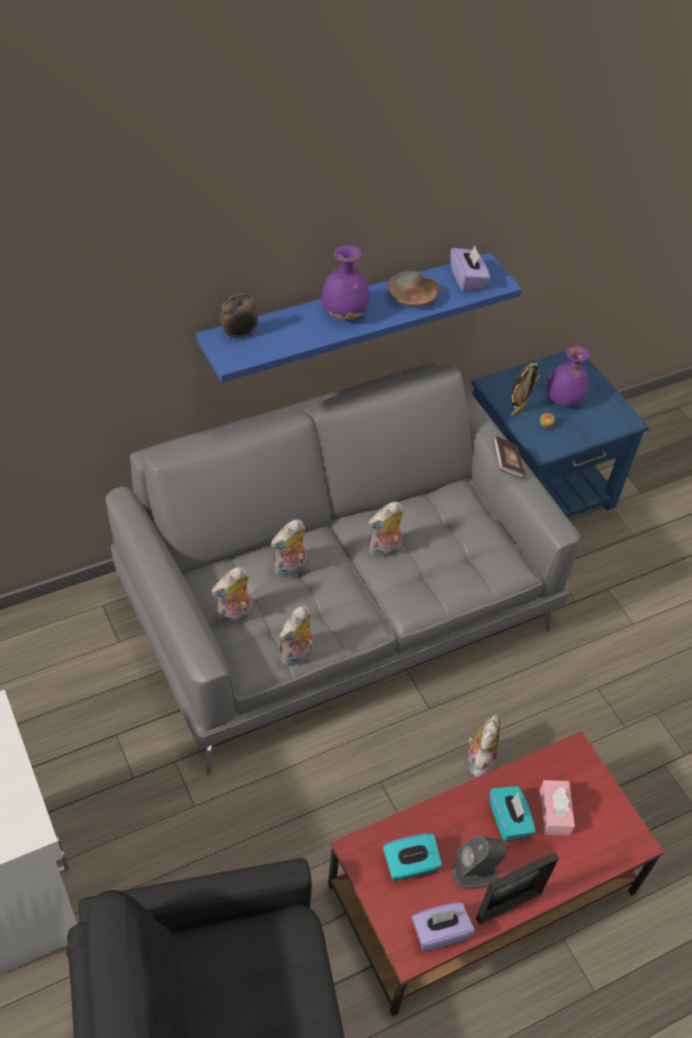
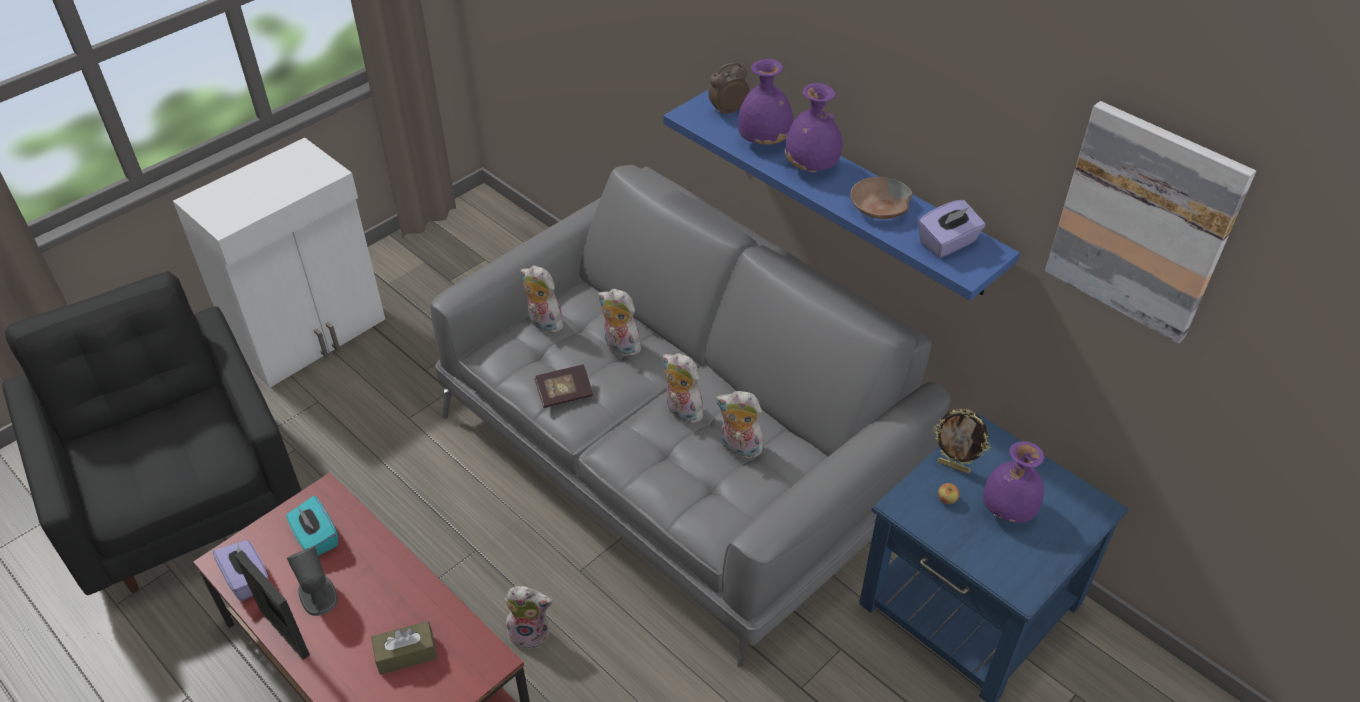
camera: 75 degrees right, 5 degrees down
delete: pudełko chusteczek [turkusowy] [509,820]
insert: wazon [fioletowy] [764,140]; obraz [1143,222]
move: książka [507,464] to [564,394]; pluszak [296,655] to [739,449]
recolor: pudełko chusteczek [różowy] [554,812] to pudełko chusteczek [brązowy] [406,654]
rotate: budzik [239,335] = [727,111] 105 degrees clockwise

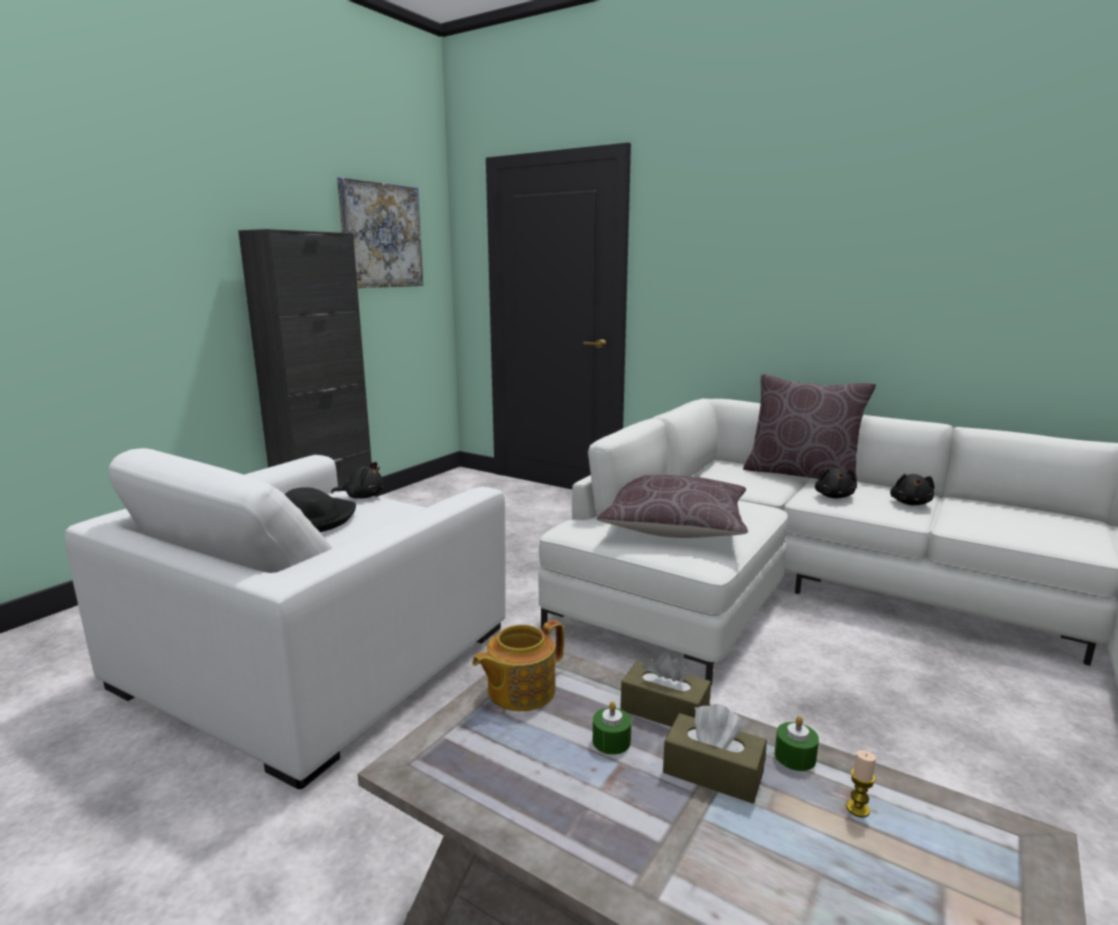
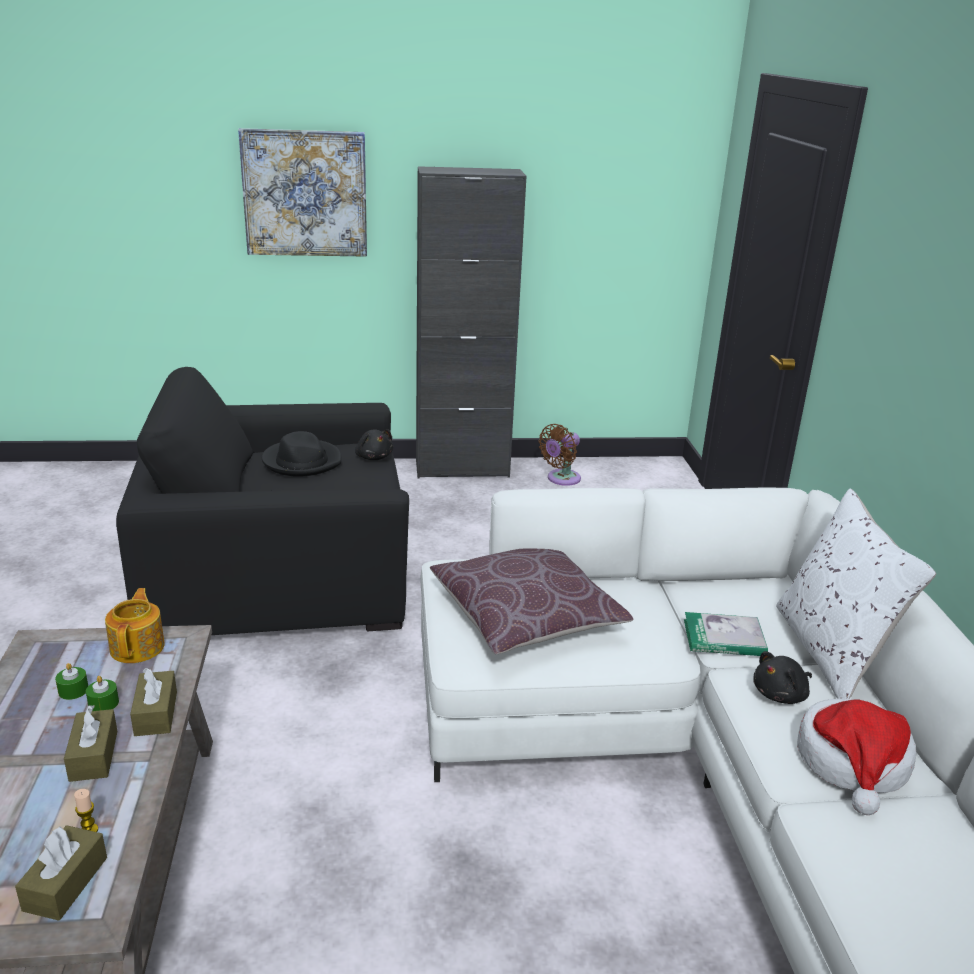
camera: 50 degrees right, 10 degrees up
insert: pudełko chusteczek [brązowy] [65,883]; wentylator [brązowy] [561,479]; książka [724,638]
move: świeca [zielony] [795,756] to [73,690]; obraz [381,236] to [305,193]
replace: pluszak [czarny] [910,503] to kapelusz [853,763]
recolor: fotel [biały] [319,655] to fotel [czarny] [279,573]; poduszka [brązowy] [801,475] to poduszka [biały] [831,652]
rotate: imbryk [519,690] = [138,647] 75 degrees clockwise

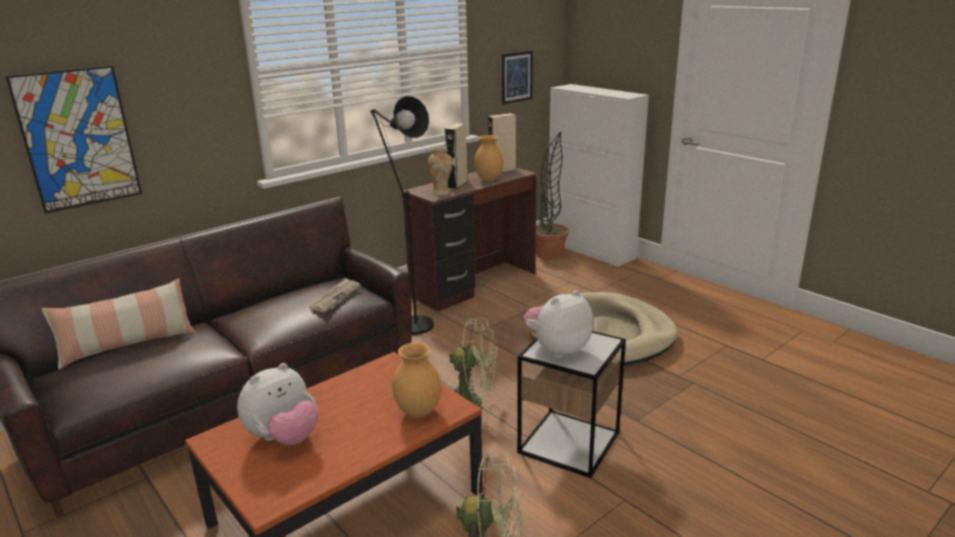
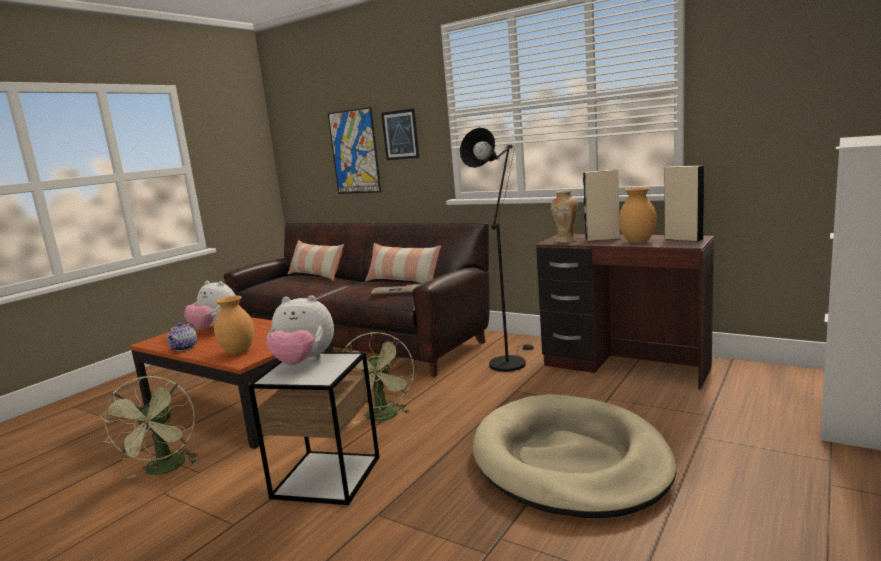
camera: 75 degrees right, 10 degrees down
delete: roślina doniczkowa [549,254]
insert: imbryk [184,347]; poduszka [403,281]
move: obraz [517,77] to [400,135]
rotate: pluszak [557,349] = [304,362] 150 degrees clockwise

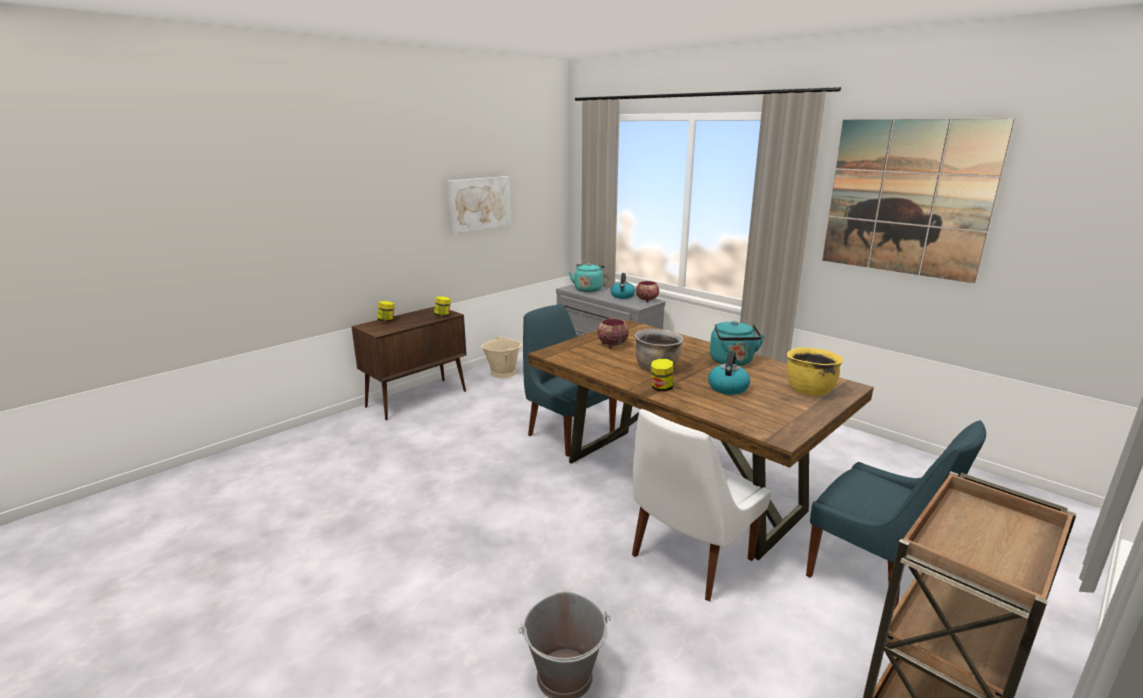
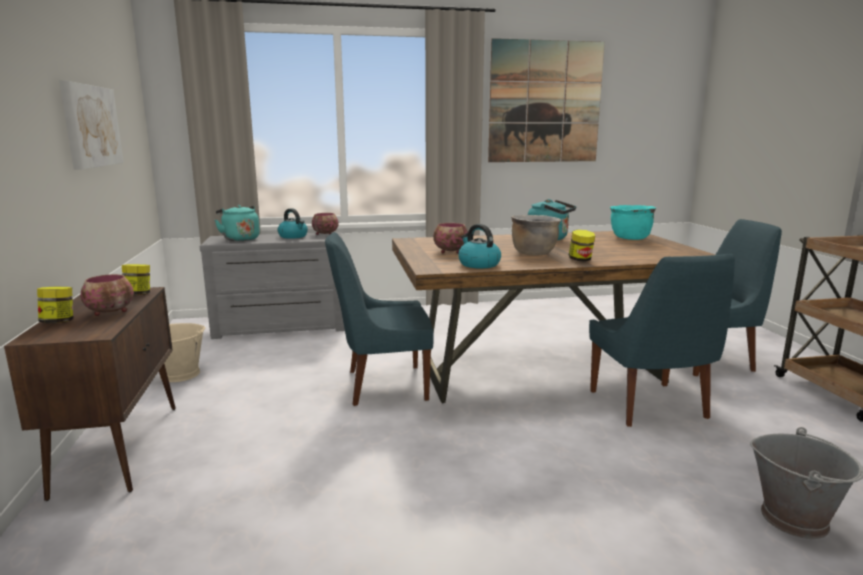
camera: 55 degrees left, 5 degrees down
insert: miska [112,312]
move: czajnik [728,387] to [478,264]
recolor: krzesło [biały] [689,559] to krzesło [niebieski] [650,406]; garnek [żółty] [809,390] to garnek [turkusowy] [629,238]

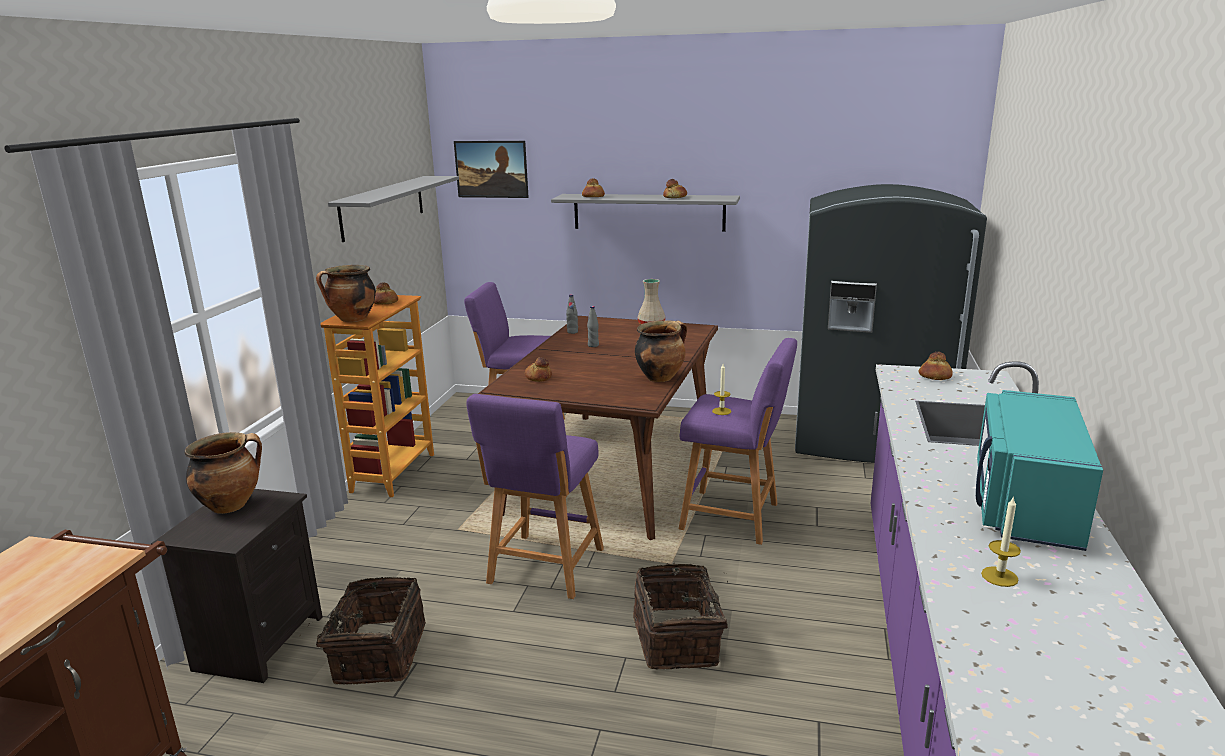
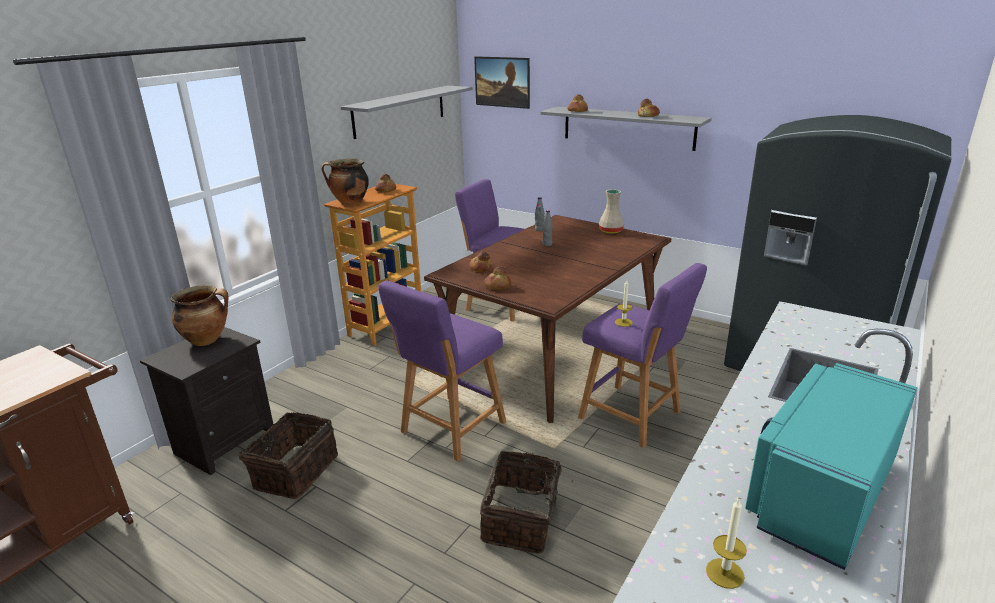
camera: 20 degrees right, 5 degrees up
delete: garnek [660,377]
move: chleb [935,376] to [497,286]

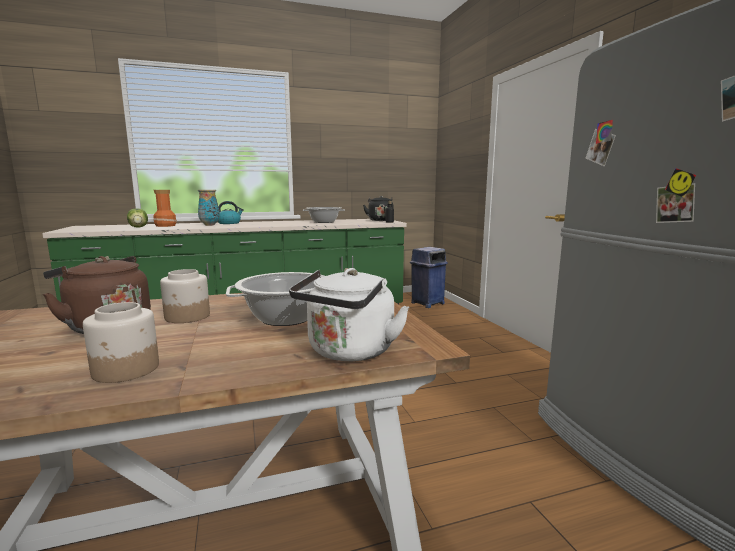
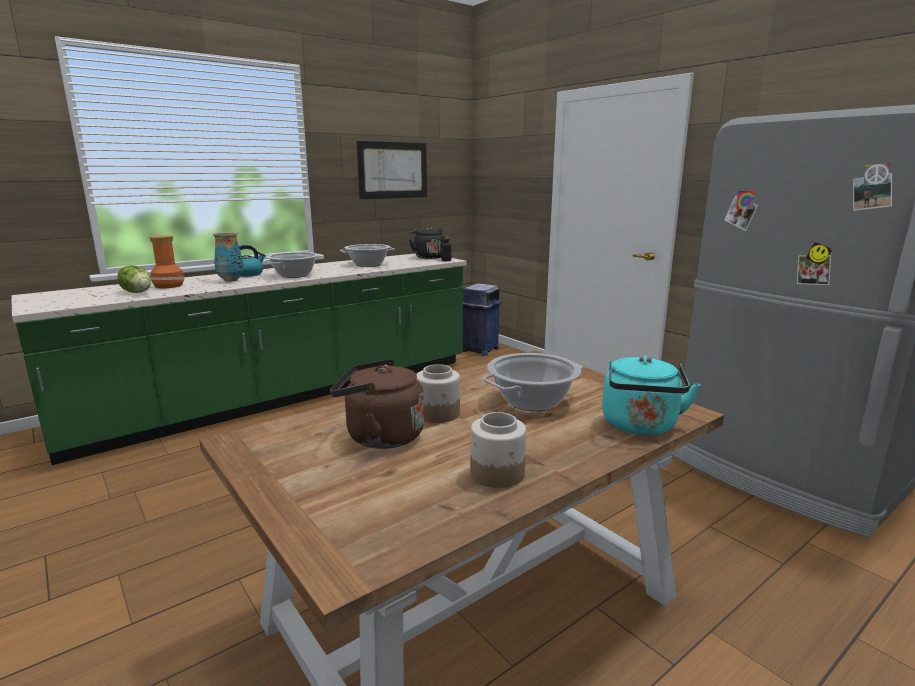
camera: 20 degrees left, 5 degrees up
insert: garnek [294,275]; obraz [393,170]
recolor: czajnik [biały] [348,352] to czajnik [turkusowy] [640,427]

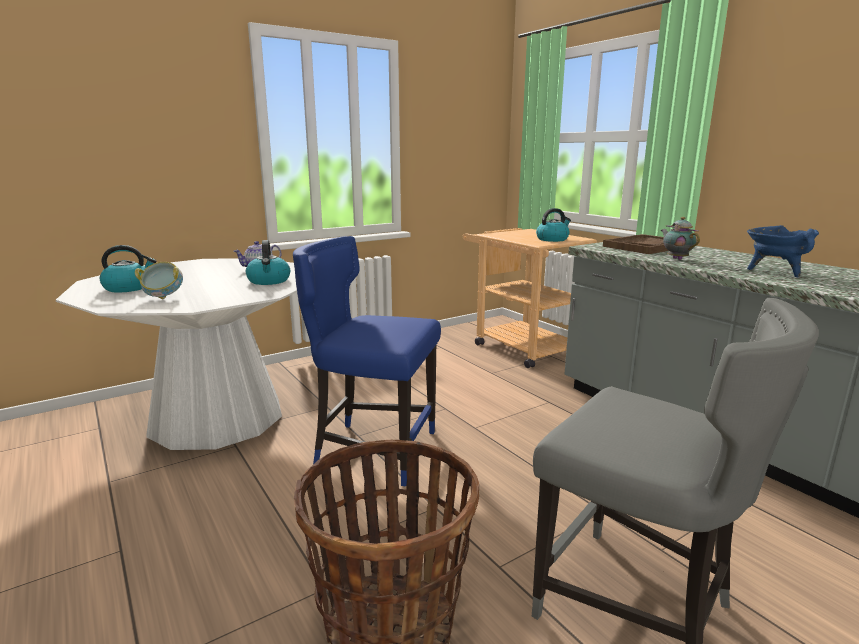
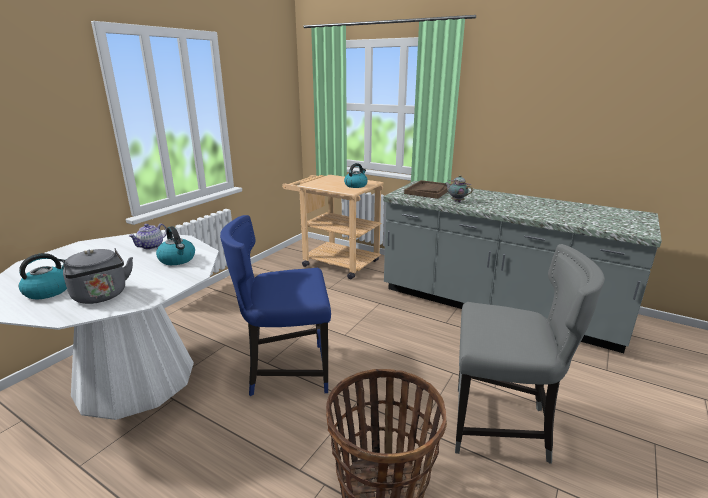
camera: 25 degrees left, 5 degrees up
delete: garnek [niebieski] [775,271]
replace: miska [163,297] to czajnik [szary] [101,296]

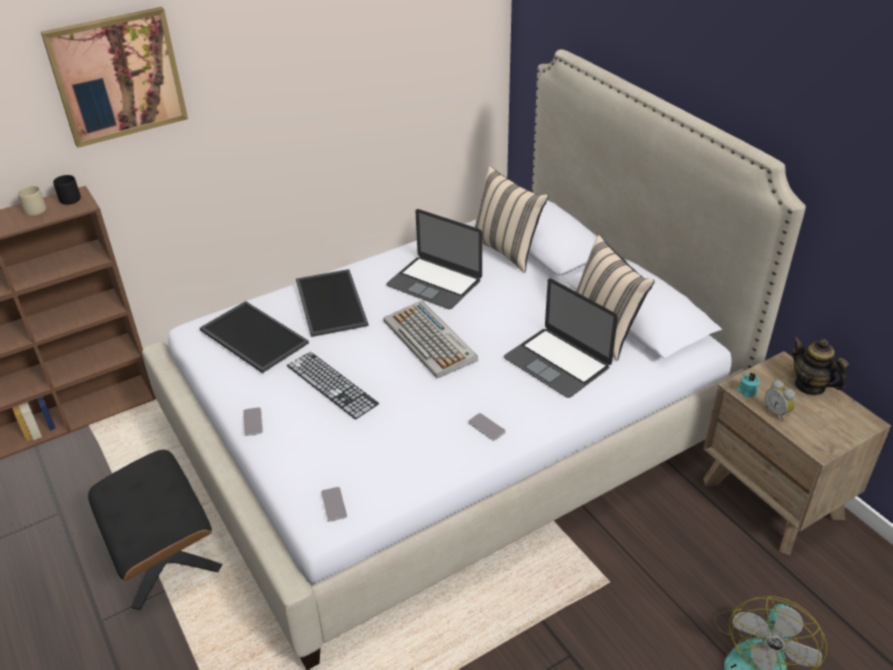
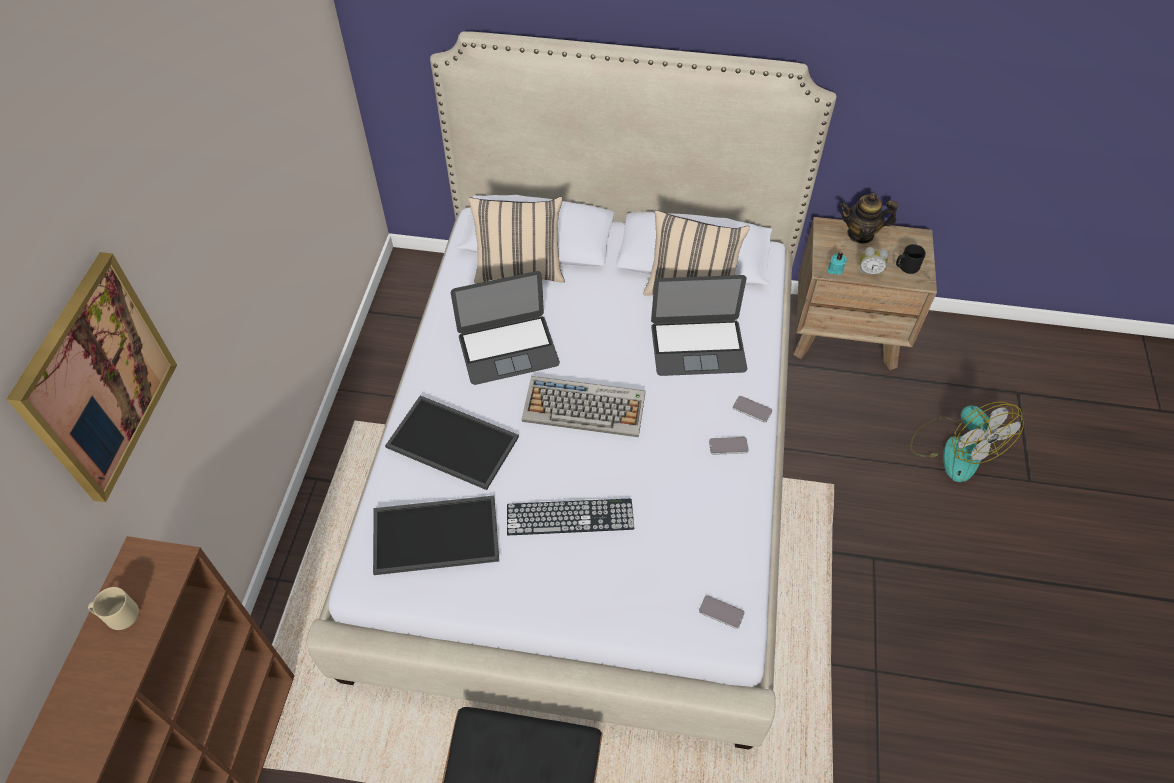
camera: 50 degrees left, 15 degrees up
move: telefon [253,422] to [752,409]; kubek [czarny] [68,198] to [906,267]

